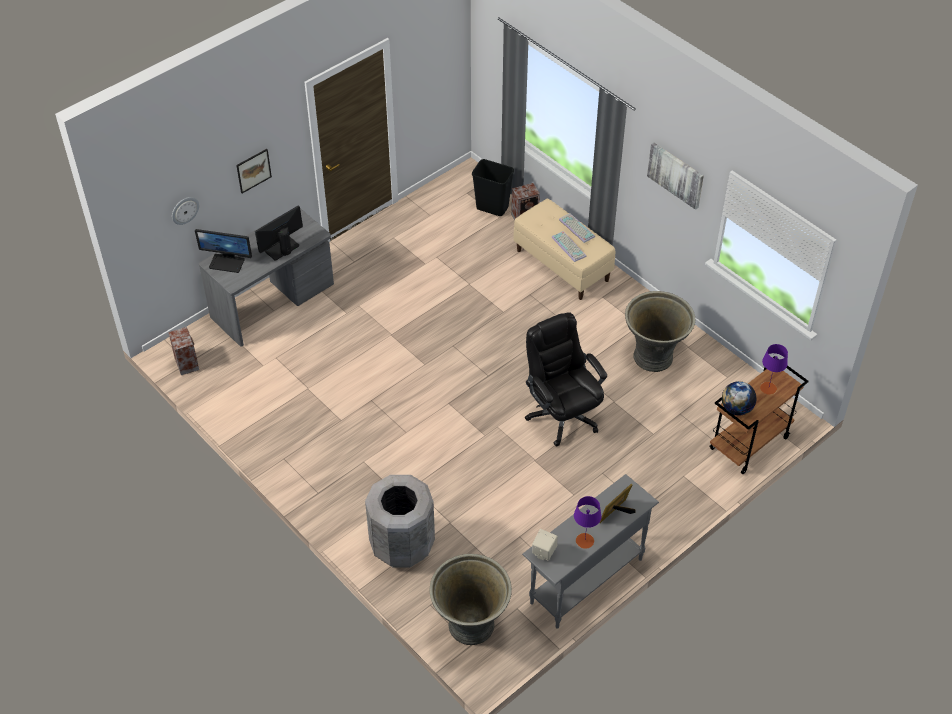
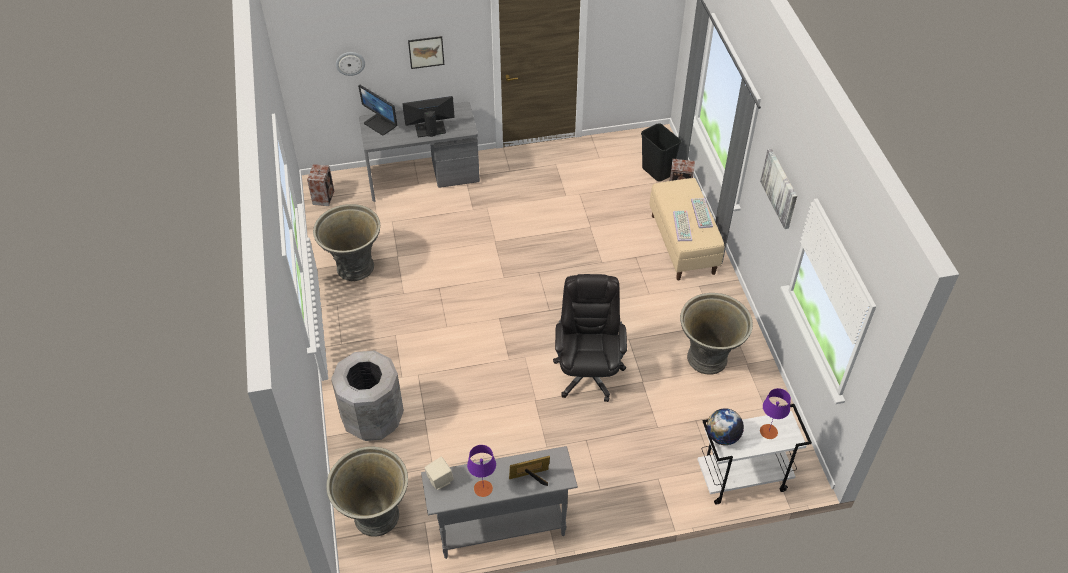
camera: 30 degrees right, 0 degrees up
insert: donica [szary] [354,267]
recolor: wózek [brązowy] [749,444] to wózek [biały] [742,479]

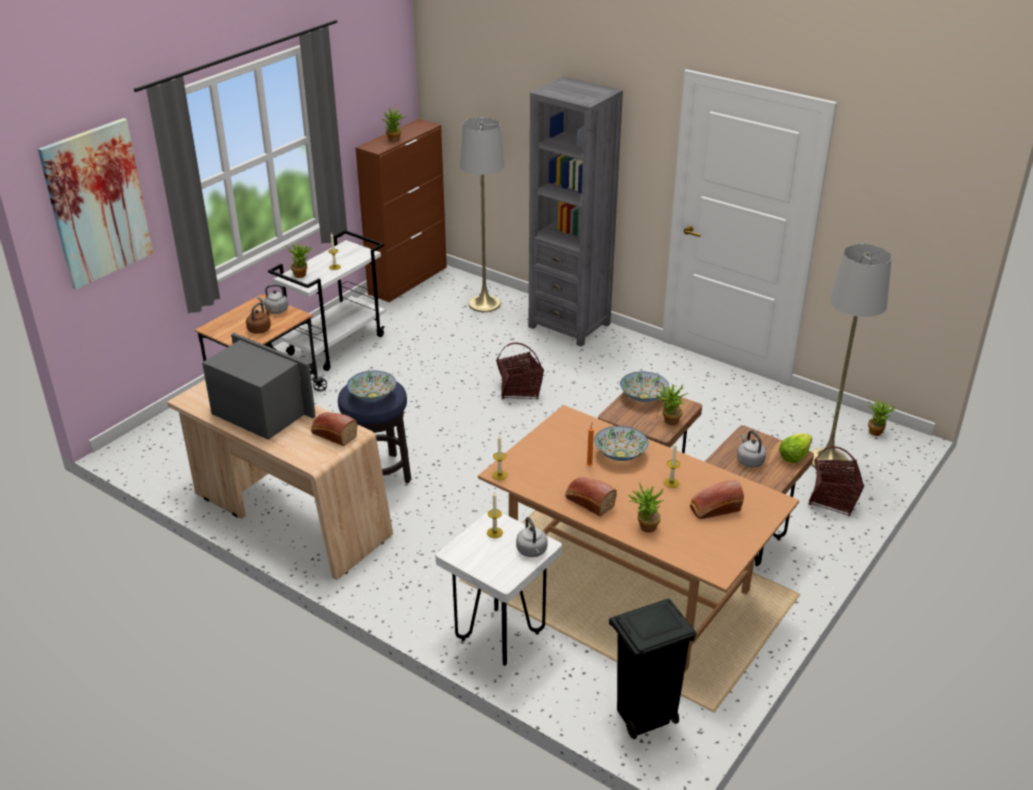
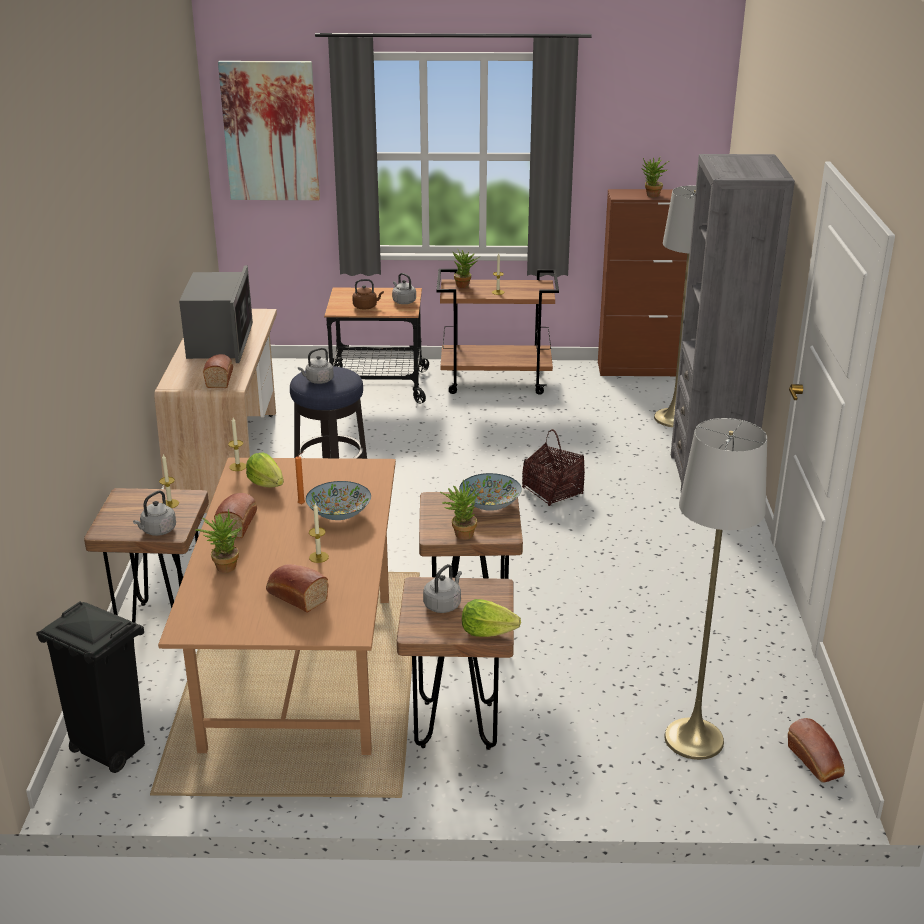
camera: 55 degrees right, 5 degrees down
delete: koszyk [833,500]
insert: sałata [266,484]
replace: miska [372,396] to czajnik [szary] [318,380]; roślina doniczkowa [877,431] to chleb [816,762]
recolor: stołek [biały] [499,636] to stołek [brązowy] [163,622]; wózek [biały] [336,344] to wózek [brązowy] [497,381]

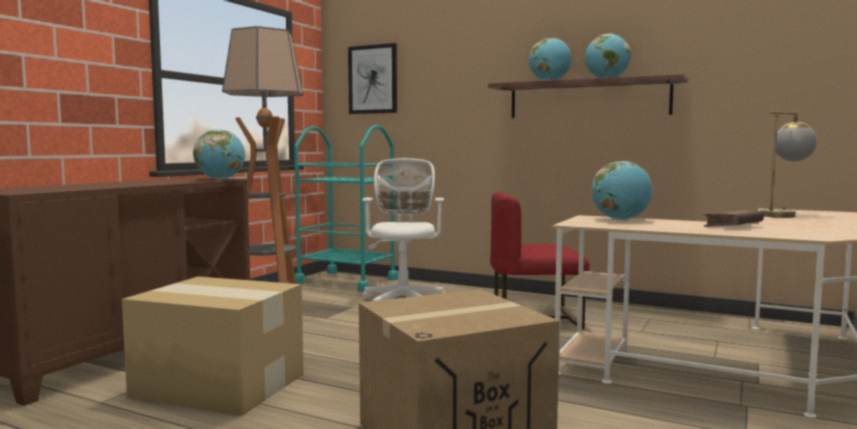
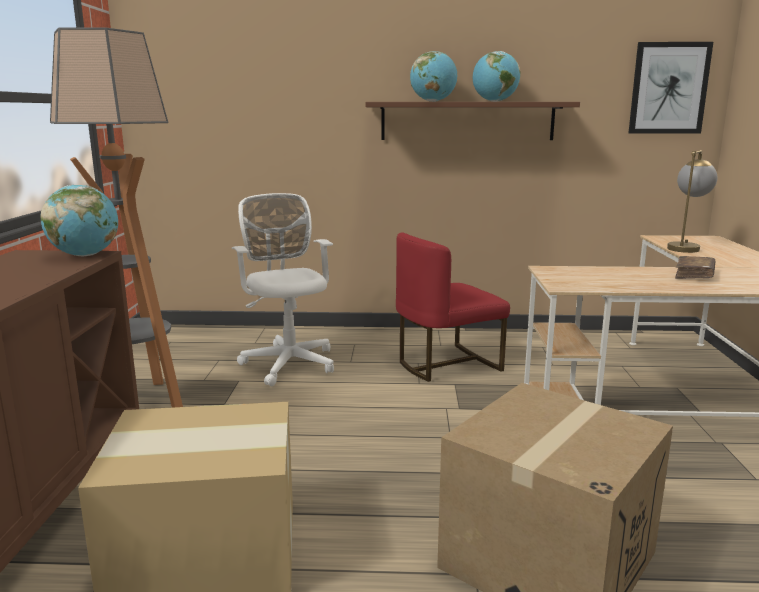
camera: 25 degrees left, 10 degrees up
delete: wózek [turkusowy] [346,281]; globus [620,219]
move: obraz [373,79] to [669,88]

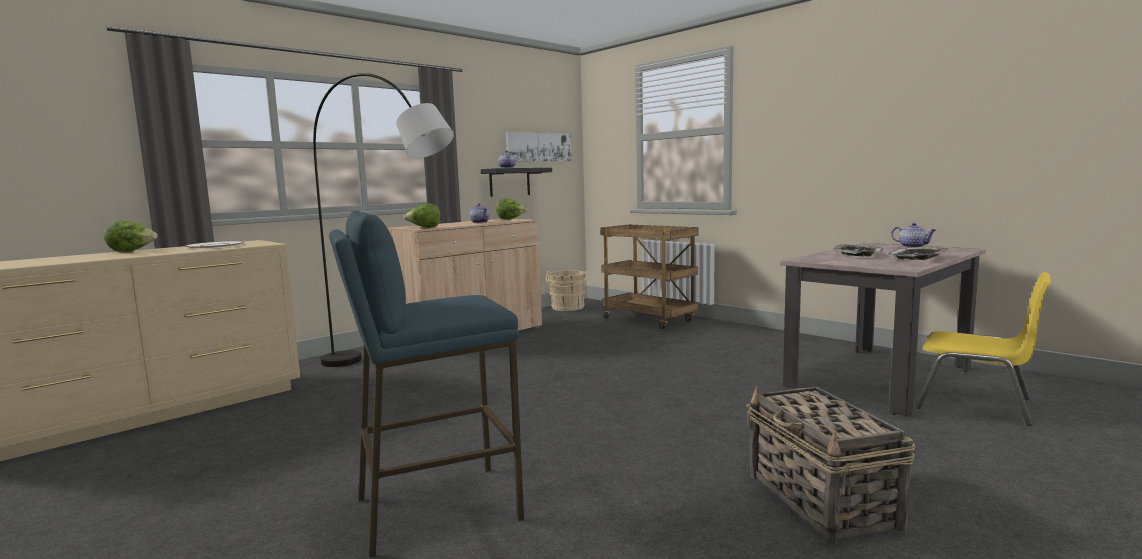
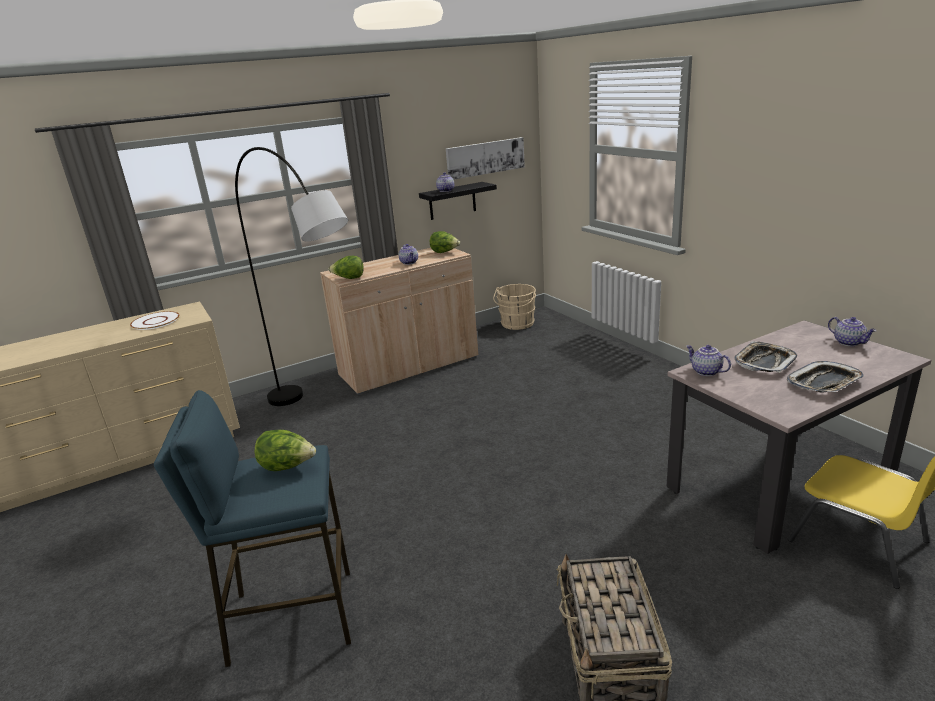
camera: 15 degrees right, 15 degrees up
delete: wózek [brązowy] [650,320]
insert: imbryk [705,372]
move: sałata [132,251] to [288,467]

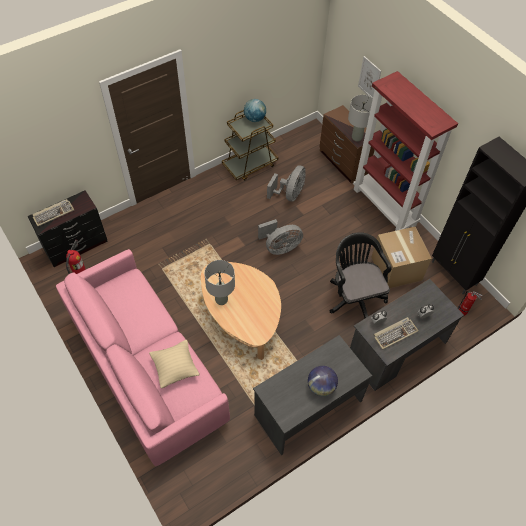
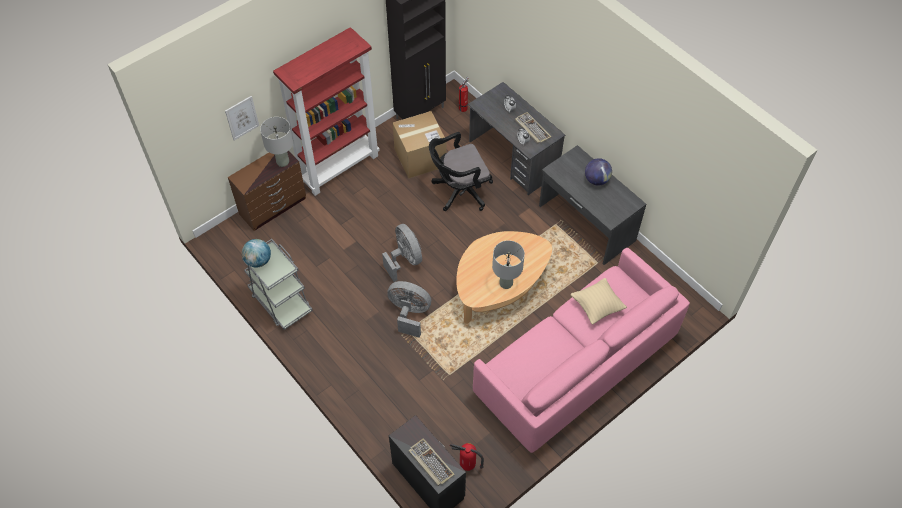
camera: 95 degrees left, 0 degrees up
move: wentylator [szary] [289,194] to [409,314]
recolor: wózek [brązowy] [250,165] to wózek [szary] [281,302]

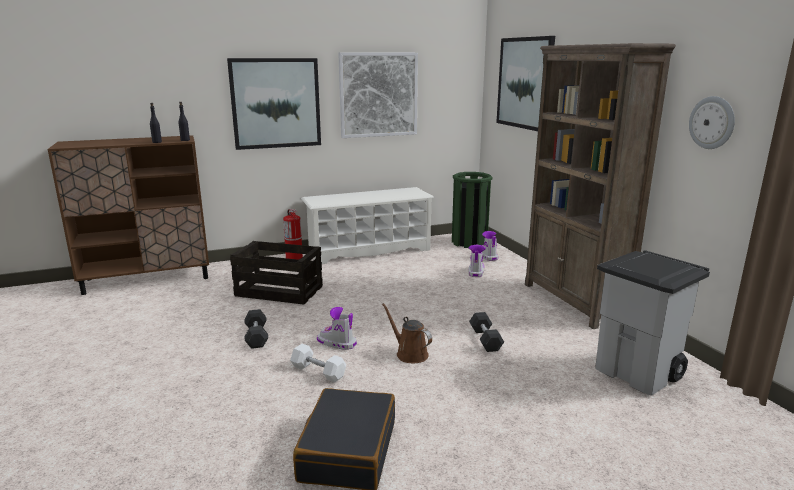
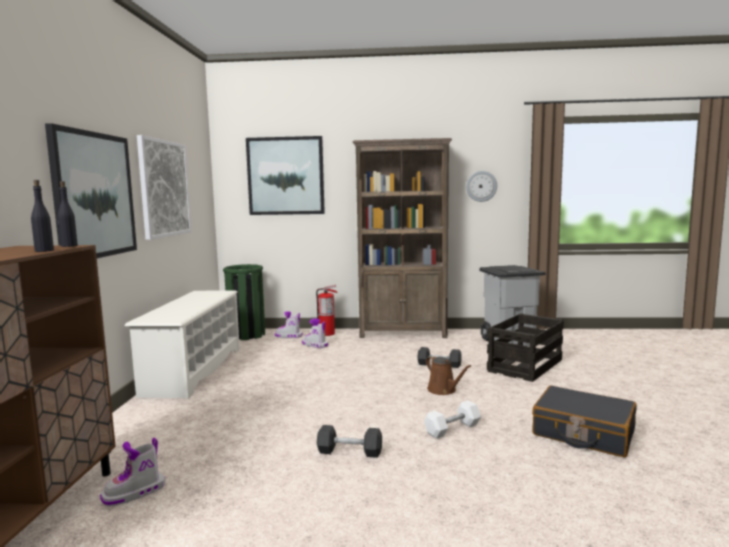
camera: 65 degrees left, 10 degrees down
move: but z cholewką [336,343] to [134,493]; gaśnica [294,258] to [327,333]; skrzynka [280,291] to [525,365]
rotate: konewka [brązowy] [409,353] = [443,390] 105 degrees counterclockwise

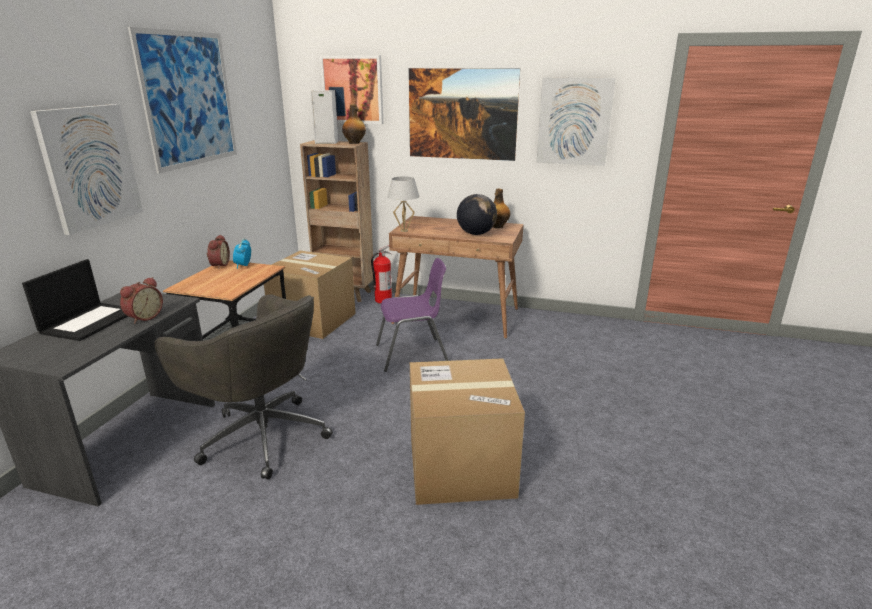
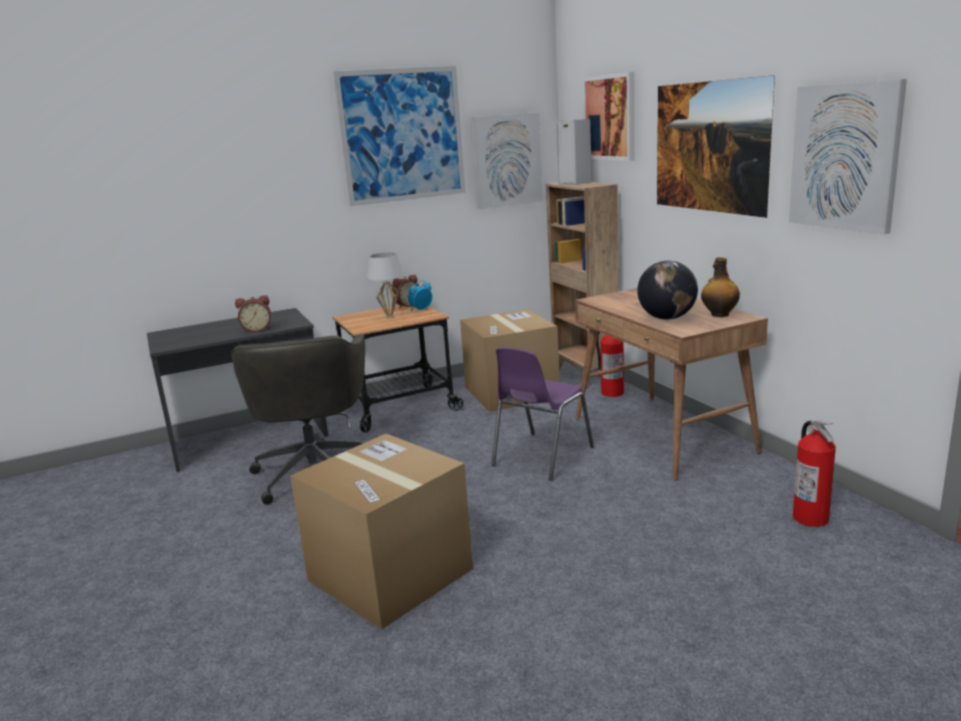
camera: 50 degrees right, 5 degrees down
delete: laptop [90,321]; butelka [354,143]
insert: gaśnica [810,518]
move: lampa stołowa [biały] [404,230] to [390,317]; obraz [90,167] to [506,160]
rotate: krzesło [fioletowy] [413,354] = [540,456] 90 degrees clockwise

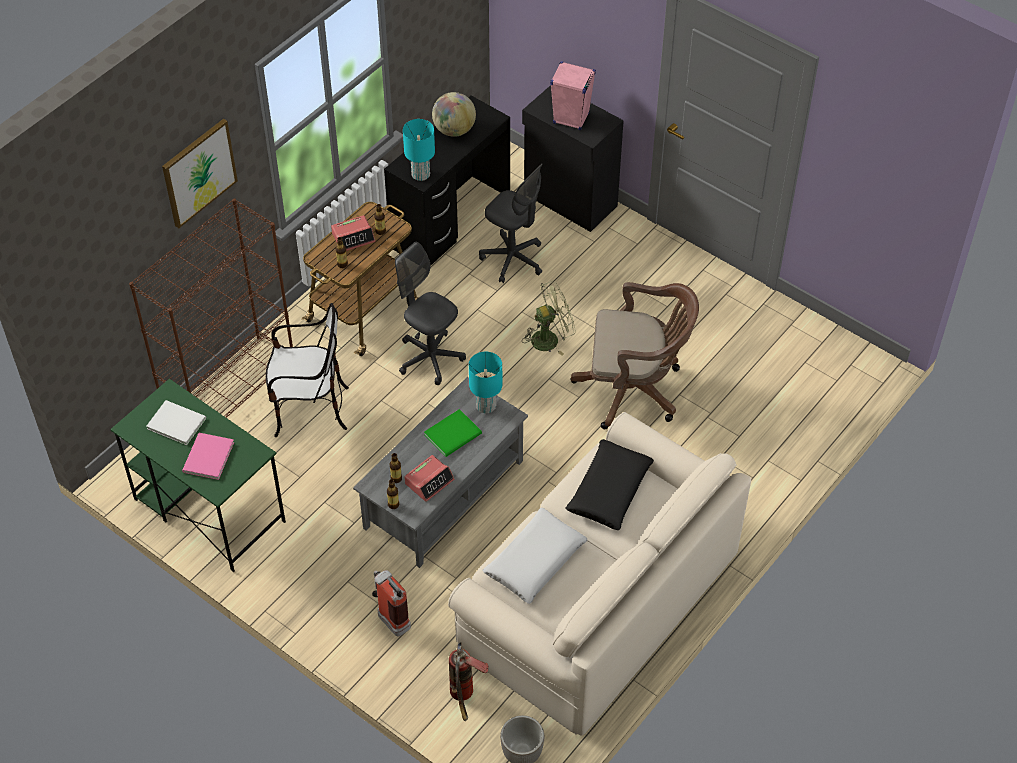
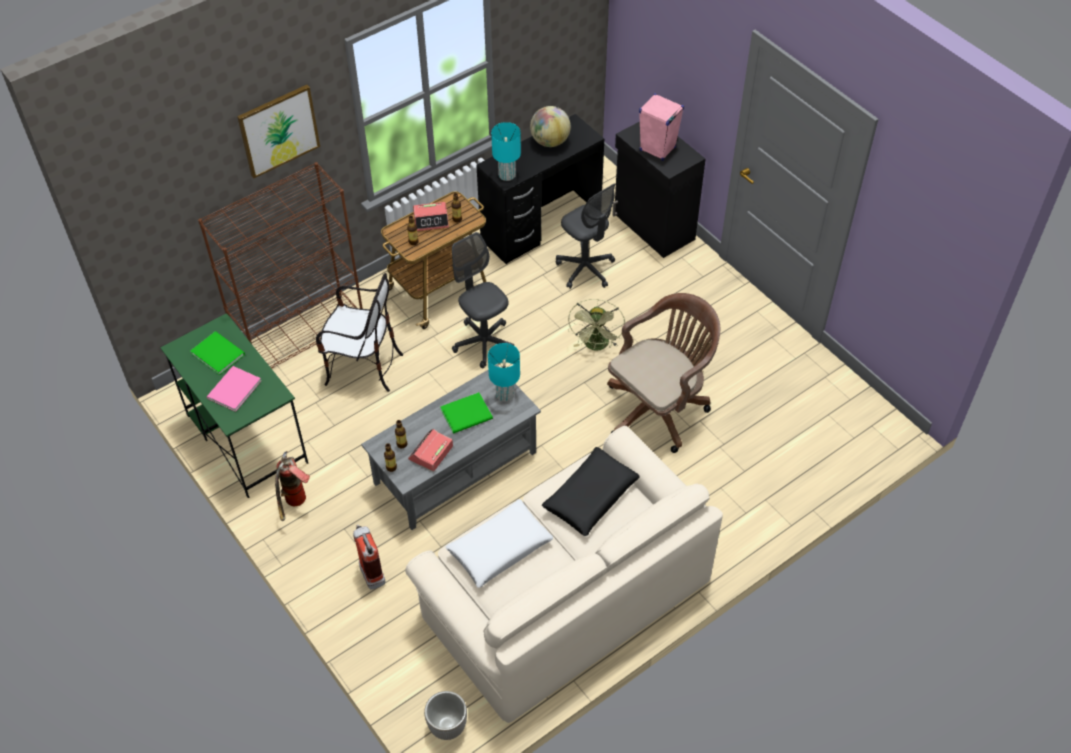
camera: 15 degrees right, 0 degrees up
move: gaśnica [464,698] to [295,505]
recolor: książka [biały] [176,422] to książka [zielony] [218,352]
rotate: budzik [429,481] = [431,453] 150 degrees clockwise; wentylator [zielony] [550,338] = [596,346] 105 degrees clockwise; krzesło biurowe [brązowy] [634,389] = [659,408] 60 degrees counterclockwise

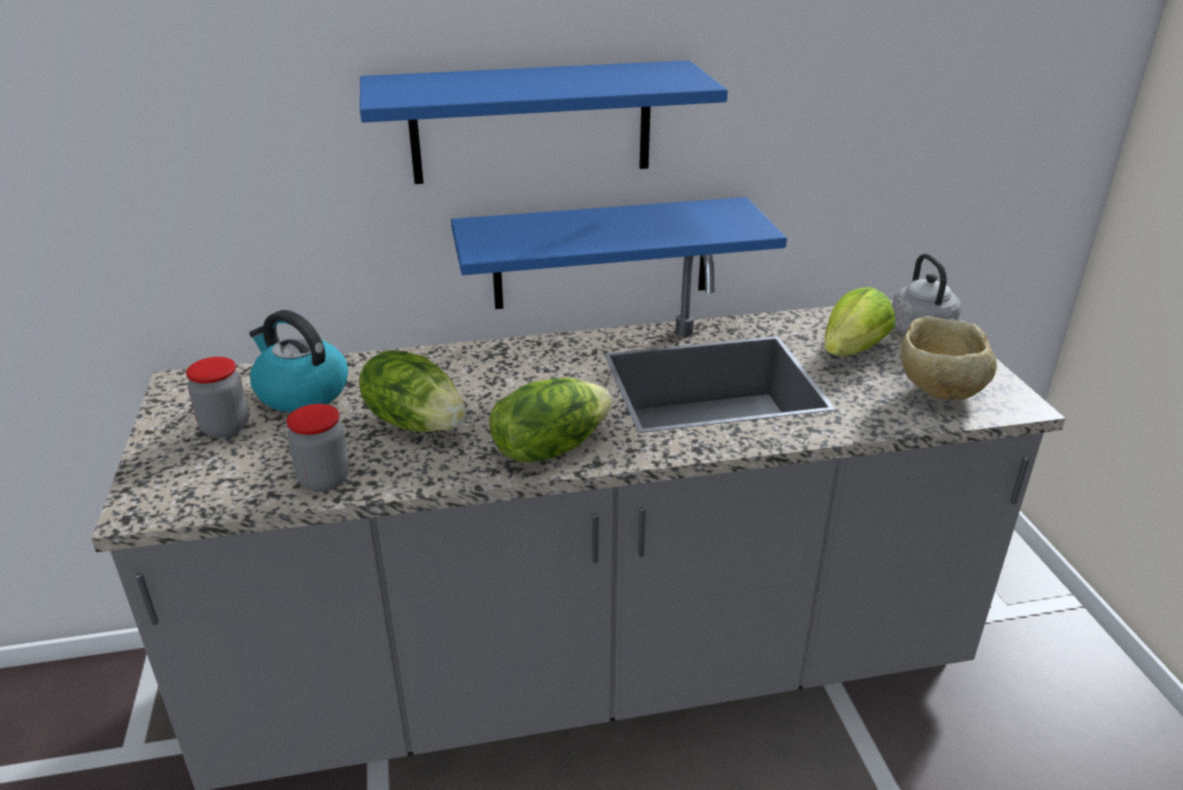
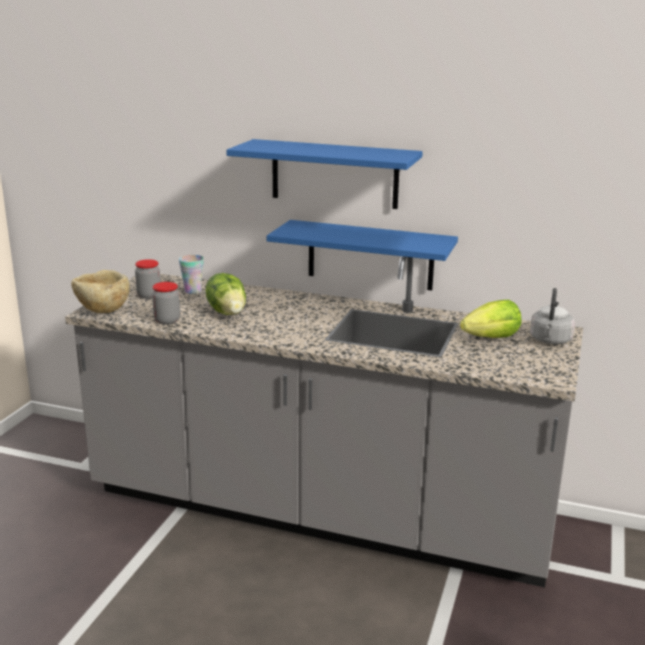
camera: 30 degrees right, 10 degrees down
delete: sałata [549,448]
move: miska [beżowy] [938,392] to [102,310]
replace: czajnik [301,392] to filiżanka [192,291]

